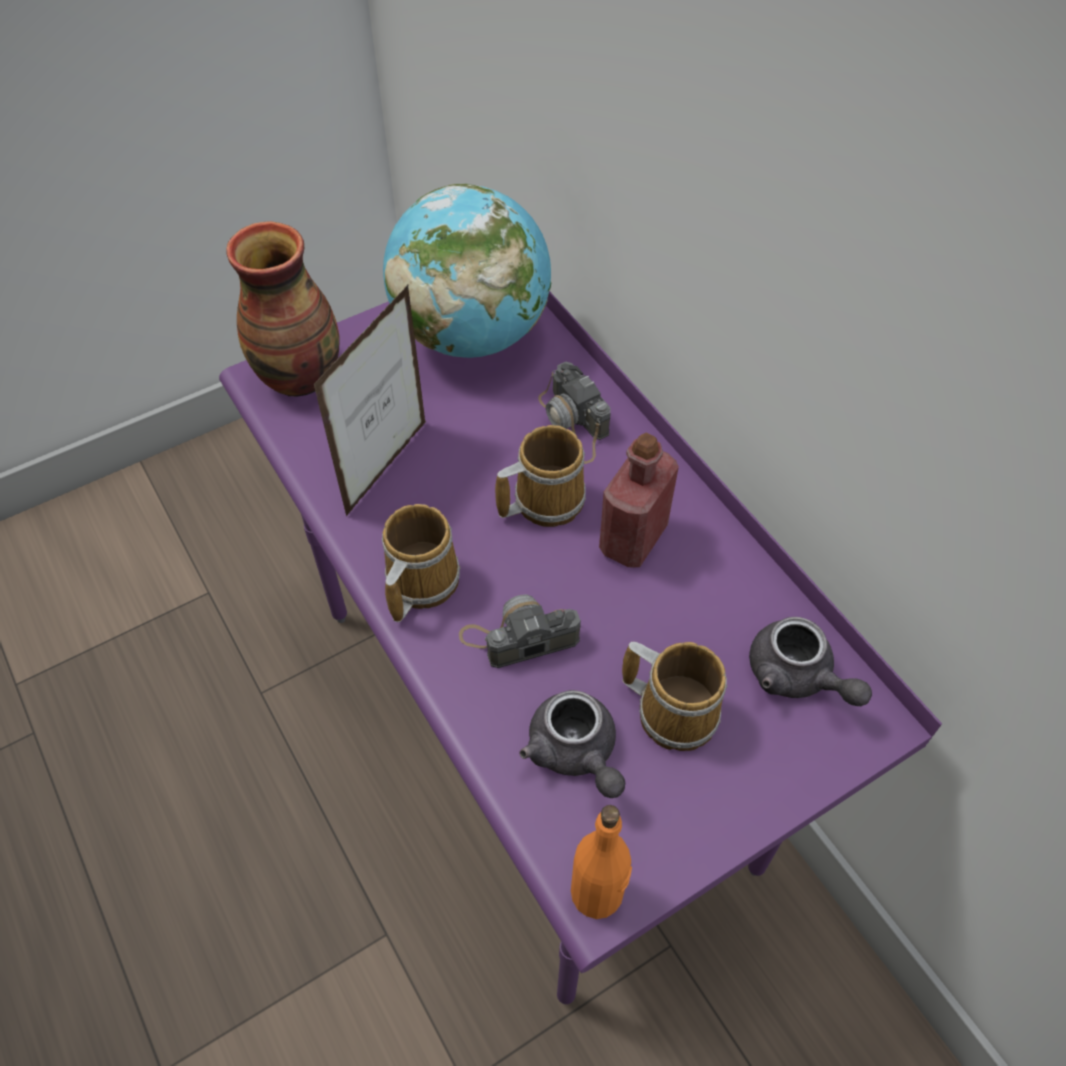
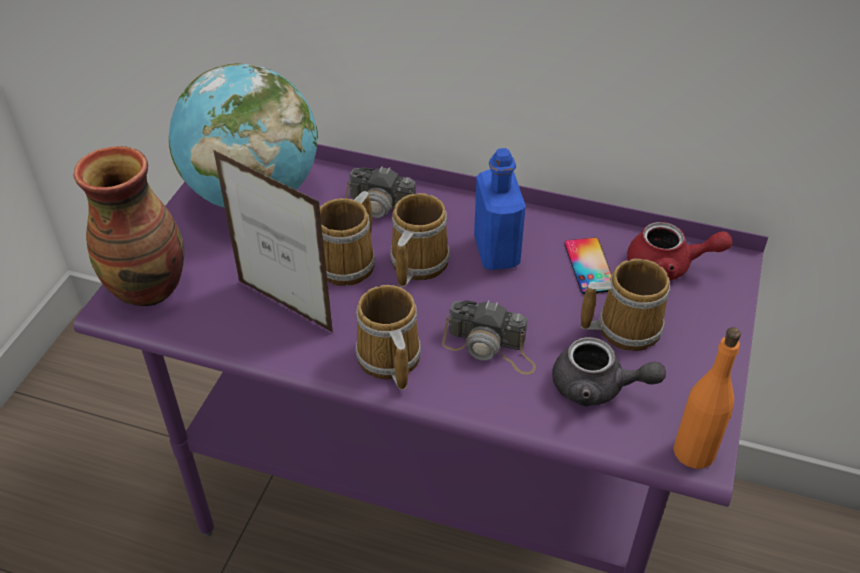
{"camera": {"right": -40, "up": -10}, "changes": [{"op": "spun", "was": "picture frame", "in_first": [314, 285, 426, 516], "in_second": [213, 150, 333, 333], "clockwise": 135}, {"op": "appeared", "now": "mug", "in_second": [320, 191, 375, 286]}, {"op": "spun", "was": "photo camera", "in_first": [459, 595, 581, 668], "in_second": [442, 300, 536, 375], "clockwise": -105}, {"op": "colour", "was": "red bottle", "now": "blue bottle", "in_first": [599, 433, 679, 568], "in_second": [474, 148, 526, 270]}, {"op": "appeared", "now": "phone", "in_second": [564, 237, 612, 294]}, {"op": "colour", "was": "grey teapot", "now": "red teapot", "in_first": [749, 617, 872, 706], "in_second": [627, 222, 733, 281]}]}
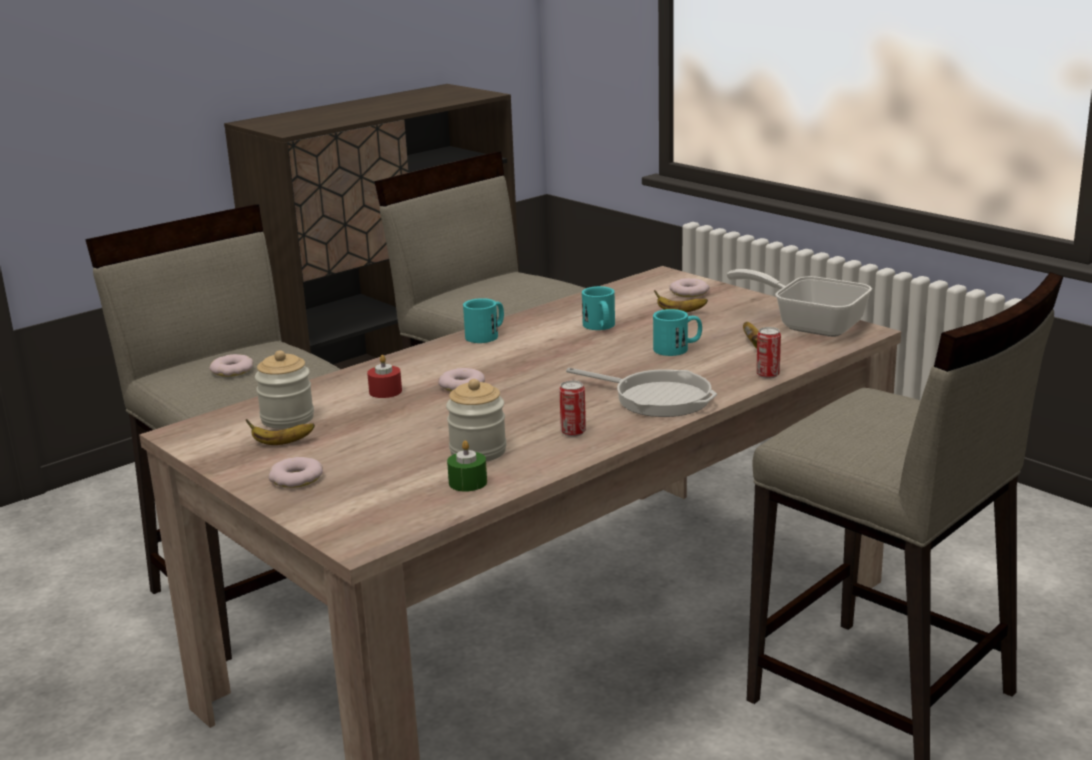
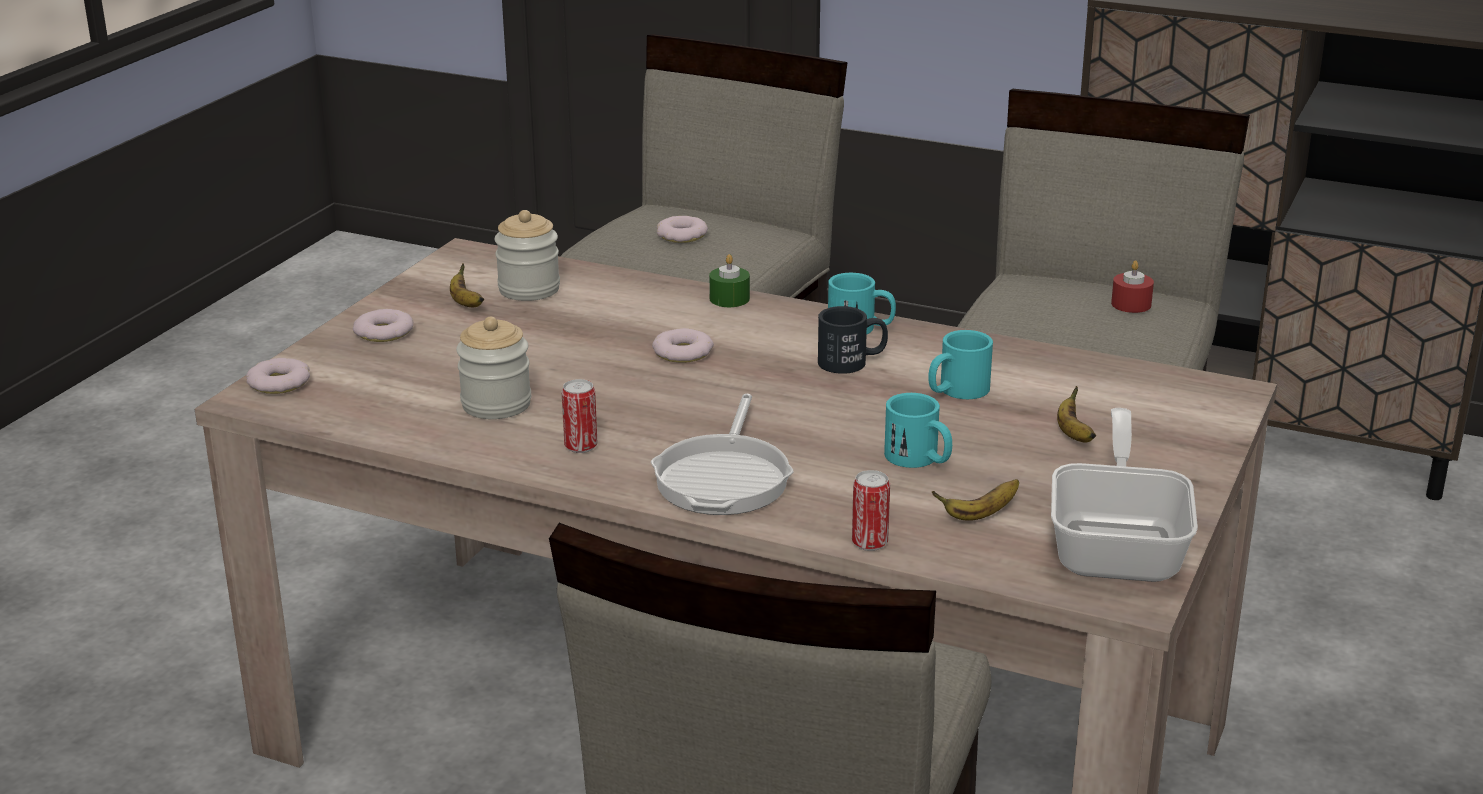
{"camera": {"right": 65, "up": 5}, "changes": [{"op": "relocated", "was": "donut", "in_first": [669, 279, 710, 297], "in_second": [246, 358, 310, 394]}, {"op": "relocated", "was": "green candle", "in_first": [447, 440, 487, 492], "in_second": [709, 254, 750, 307]}, {"op": "appeared", "now": "black mug", "in_second": [818, 306, 888, 374]}, {"op": "relocated", "was": "red candle", "in_first": [367, 355, 402, 398], "in_second": [1111, 260, 1154, 313]}]}
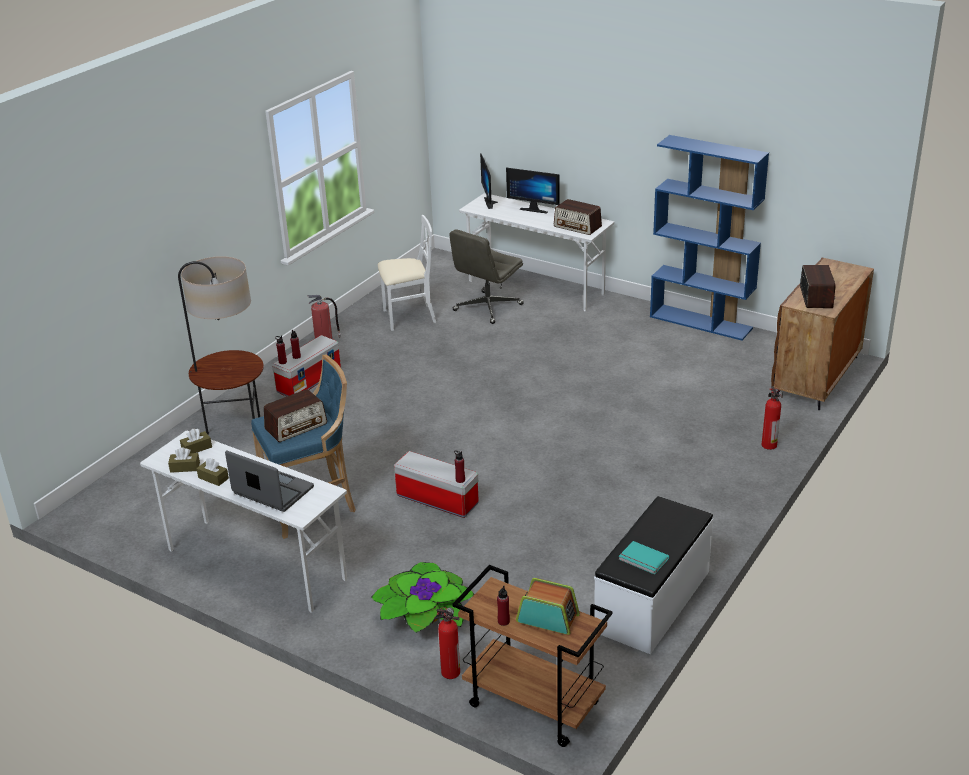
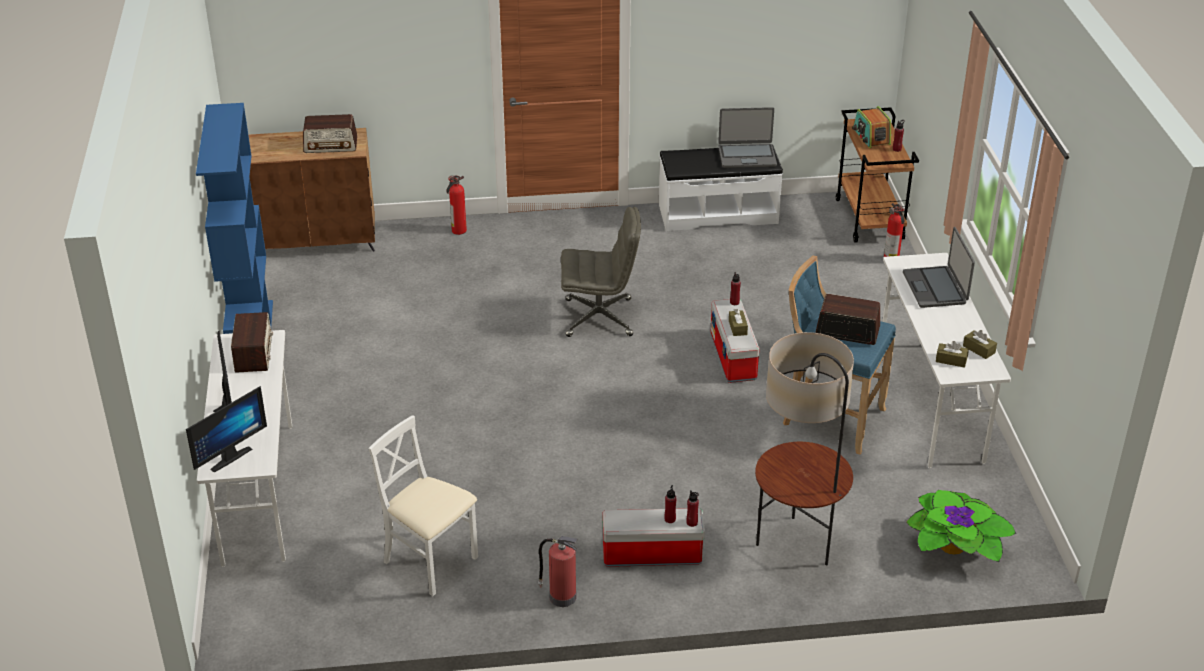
{"camera": {"right": -130, "up": 5}, "changes": [{"op": "spun", "was": "radio", "in_first": [800, 265, 836, 308], "in_second": [303, 114, 357, 153], "clockwise": -150}, {"op": "relocated", "was": "grey office chair", "in_first": [450, 229, 523, 324], "in_second": [561, 207, 641, 337]}, {"op": "exchanged", "was": "turquoise book", "now": "laptop", "in_first": [618, 541, 669, 575], "in_second": [718, 107, 777, 168]}, {"op": "relocated", "was": "brown tissue box", "in_first": [196, 458, 229, 486], "in_second": [729, 309, 748, 336]}, {"op": "relocated", "was": "potted plant", "in_first": [371, 562, 475, 633], "in_second": [906, 490, 1016, 562]}]}
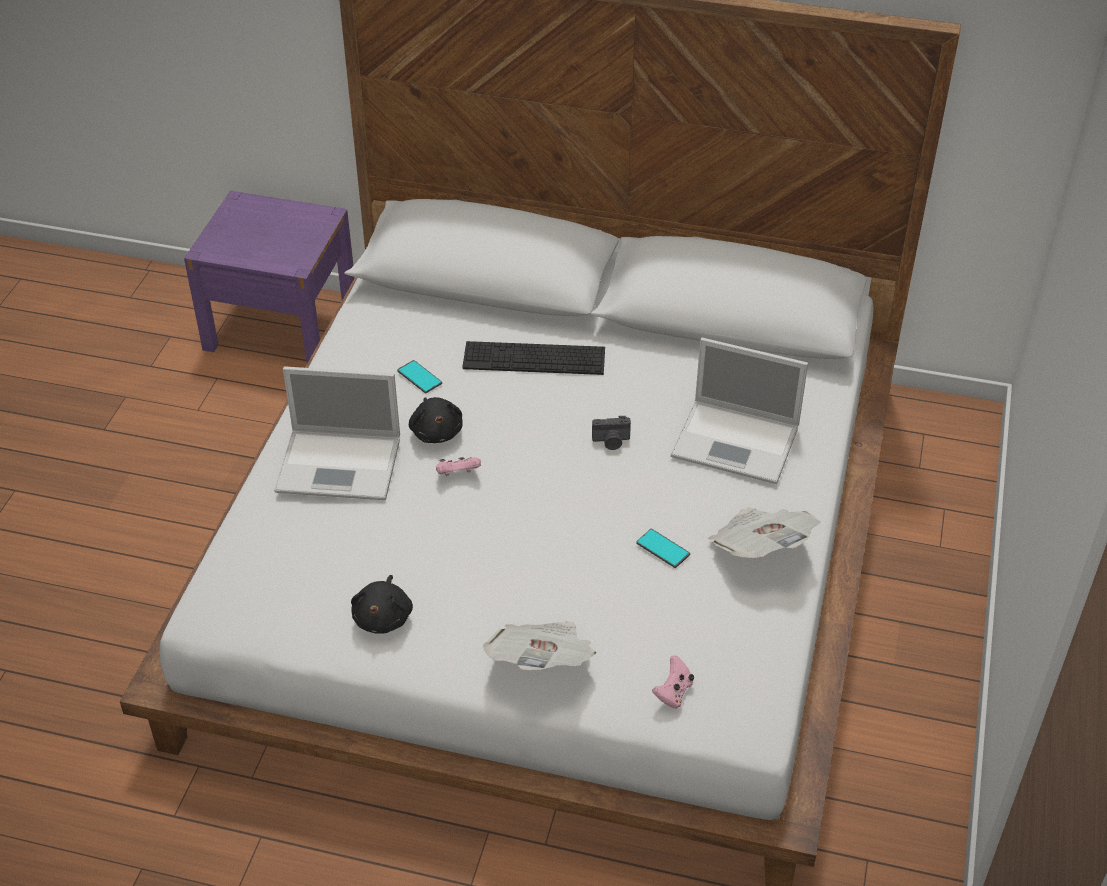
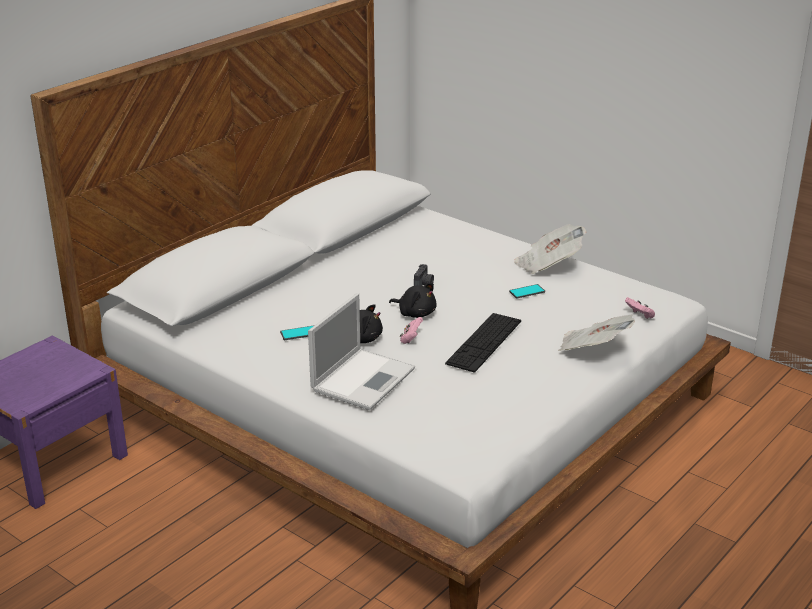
{"camera": {"right": -65, "up": -15}, "changes": [{"op": "relocated", "was": "black plush toy", "in_first": [351, 575, 413, 634], "in_second": [389, 283, 437, 318]}, {"op": "relocated", "was": "keyboard", "in_first": [462, 341, 605, 375], "in_second": [445, 313, 521, 373]}, {"op": "missing", "was": "laptop", "in_first": [671, 338, 808, 484]}]}
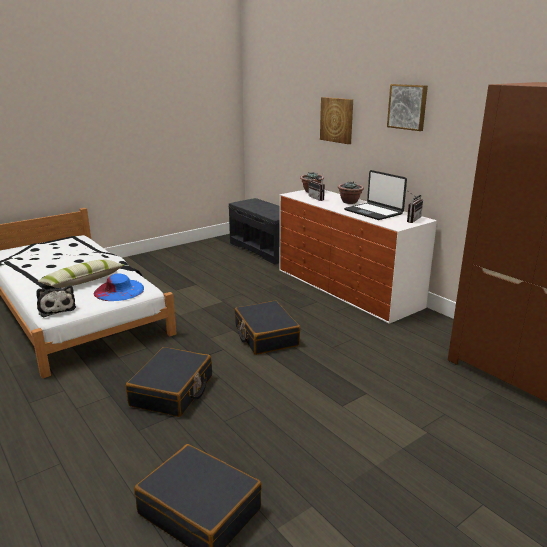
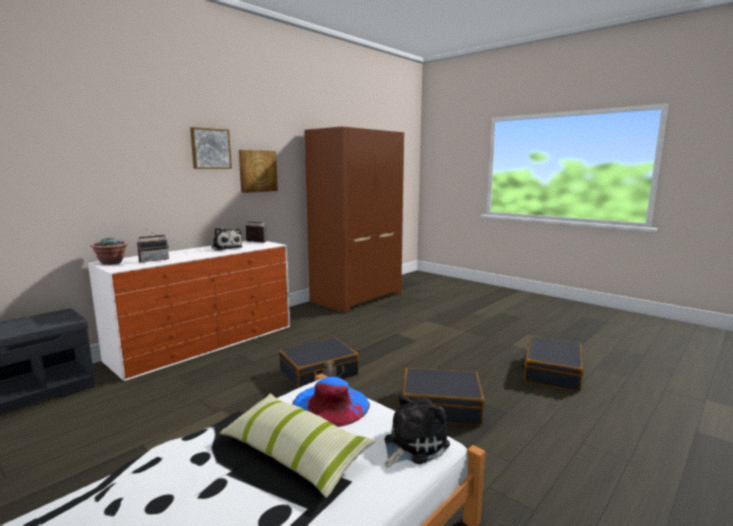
{"camera": {"right": -100, "up": -10}, "changes": [{"op": "exchanged", "was": "laptop", "now": "plush toy", "in_first": [344, 170, 407, 220], "in_second": [211, 228, 243, 251]}, {"op": "relocated", "was": "picture", "in_first": [320, 97, 353, 144], "in_second": [239, 150, 278, 193]}, {"op": "missing", "was": "potted plant", "in_first": [338, 181, 364, 204]}]}
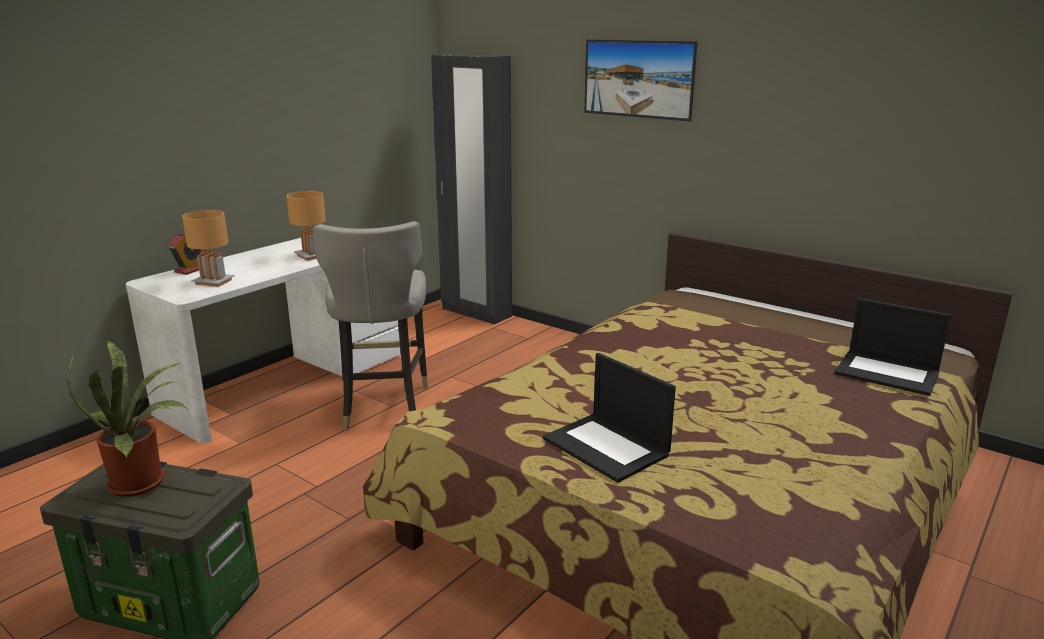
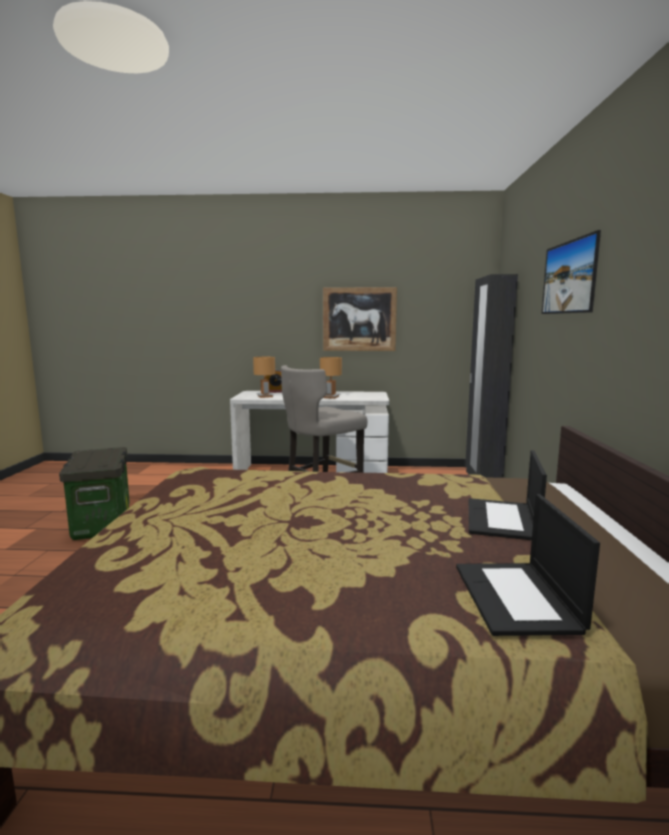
{"camera": {"right": 55, "up": -10}, "changes": [{"op": "appeared", "now": "picture", "in_second": [323, 287, 397, 351]}, {"op": "relocated", "was": "laptop", "in_first": [543, 353, 676, 483], "in_second": [469, 450, 547, 540]}, {"op": "missing", "was": "potted plant", "in_first": [67, 340, 188, 497]}]}
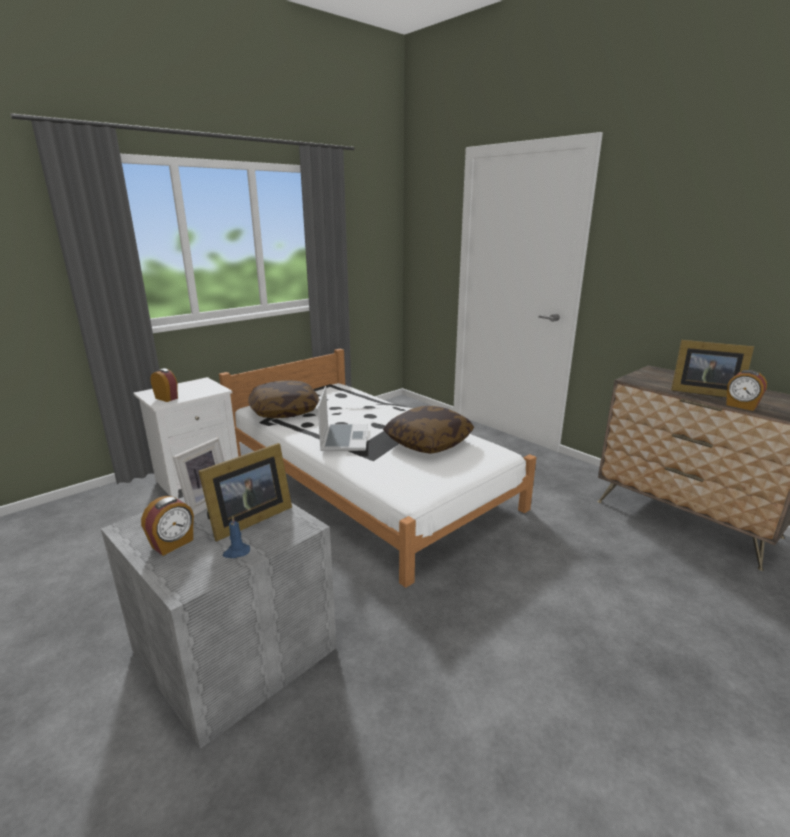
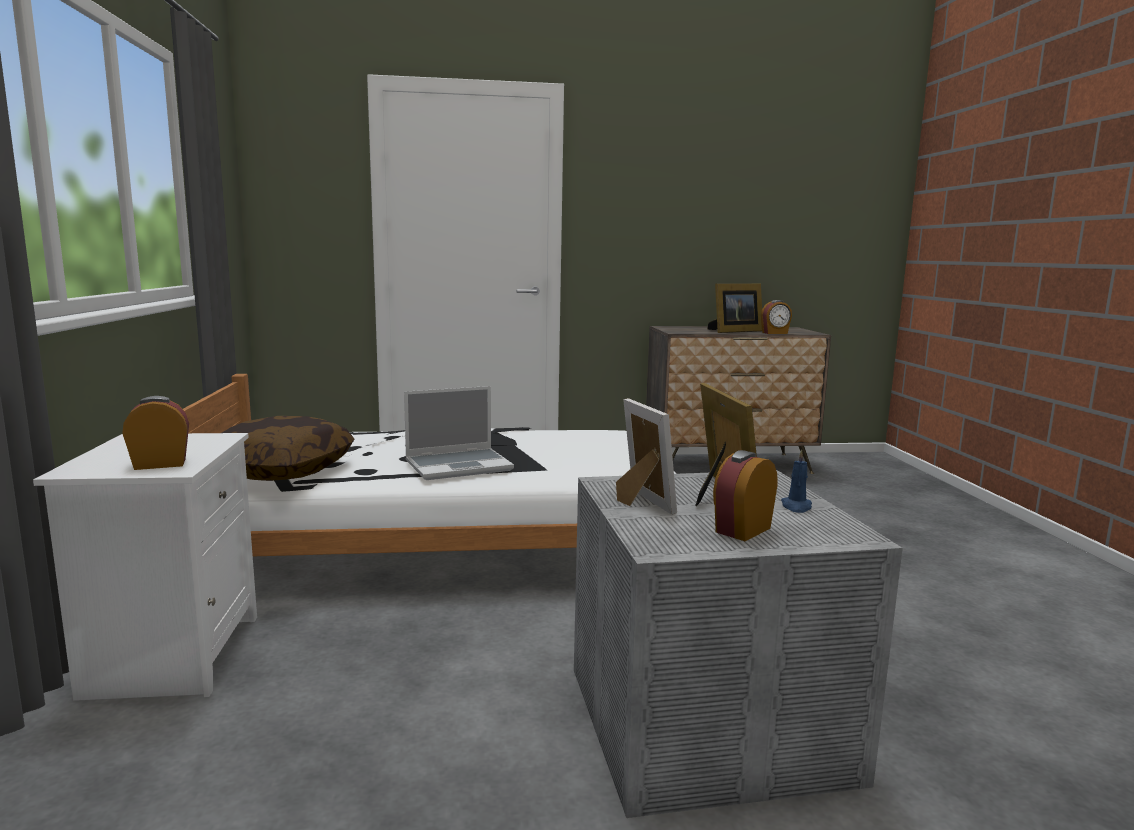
{"camera": {"right": -55, "up": -10}, "changes": [{"op": "spun", "was": "laptop", "in_first": [318, 386, 368, 451], "in_second": [404, 386, 514, 480], "clockwise": 120}, {"op": "spun", "was": "alarm clock", "in_first": [141, 496, 194, 556], "in_second": [713, 450, 778, 541], "clockwise": -120}, {"op": "missing", "was": "pillow", "in_first": [383, 406, 474, 454]}]}
